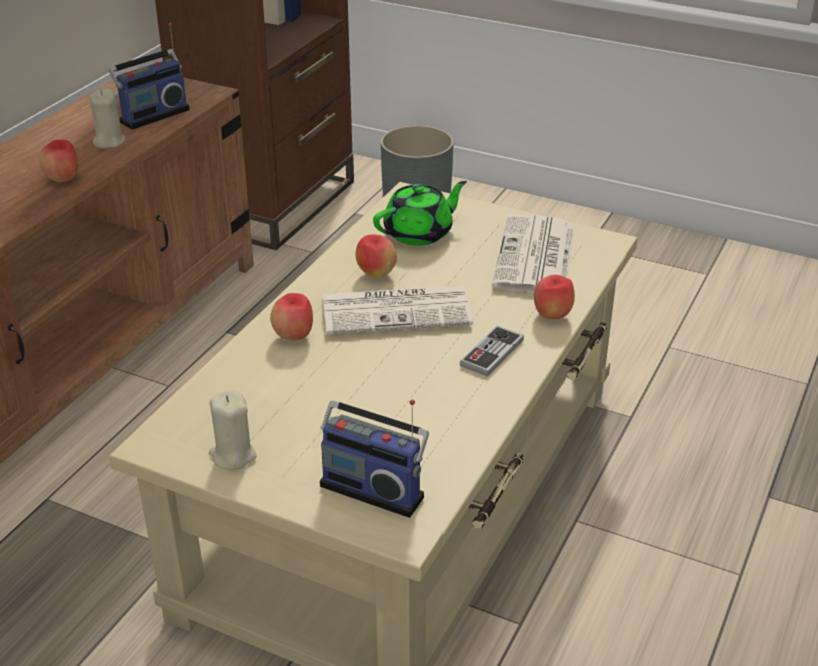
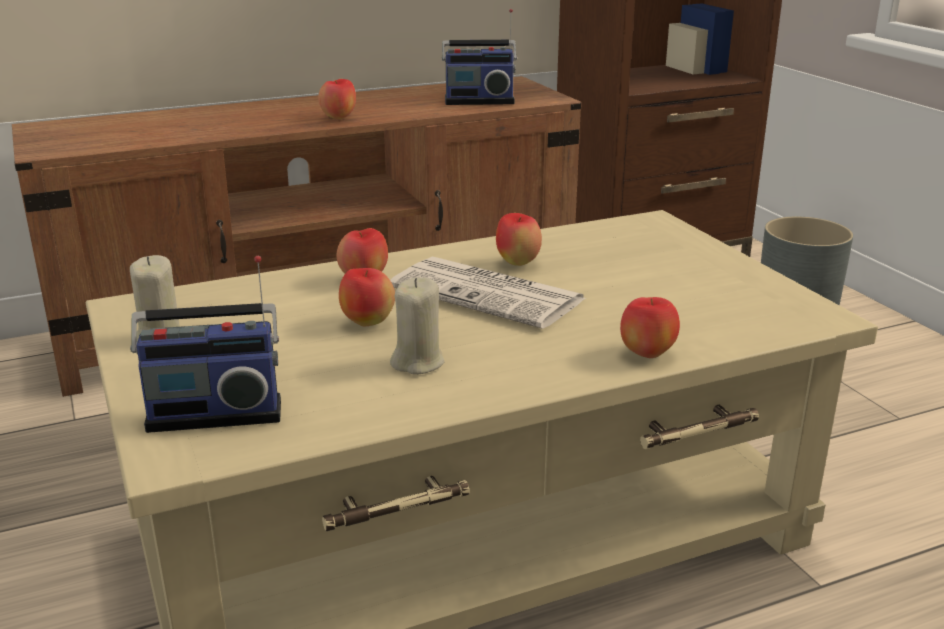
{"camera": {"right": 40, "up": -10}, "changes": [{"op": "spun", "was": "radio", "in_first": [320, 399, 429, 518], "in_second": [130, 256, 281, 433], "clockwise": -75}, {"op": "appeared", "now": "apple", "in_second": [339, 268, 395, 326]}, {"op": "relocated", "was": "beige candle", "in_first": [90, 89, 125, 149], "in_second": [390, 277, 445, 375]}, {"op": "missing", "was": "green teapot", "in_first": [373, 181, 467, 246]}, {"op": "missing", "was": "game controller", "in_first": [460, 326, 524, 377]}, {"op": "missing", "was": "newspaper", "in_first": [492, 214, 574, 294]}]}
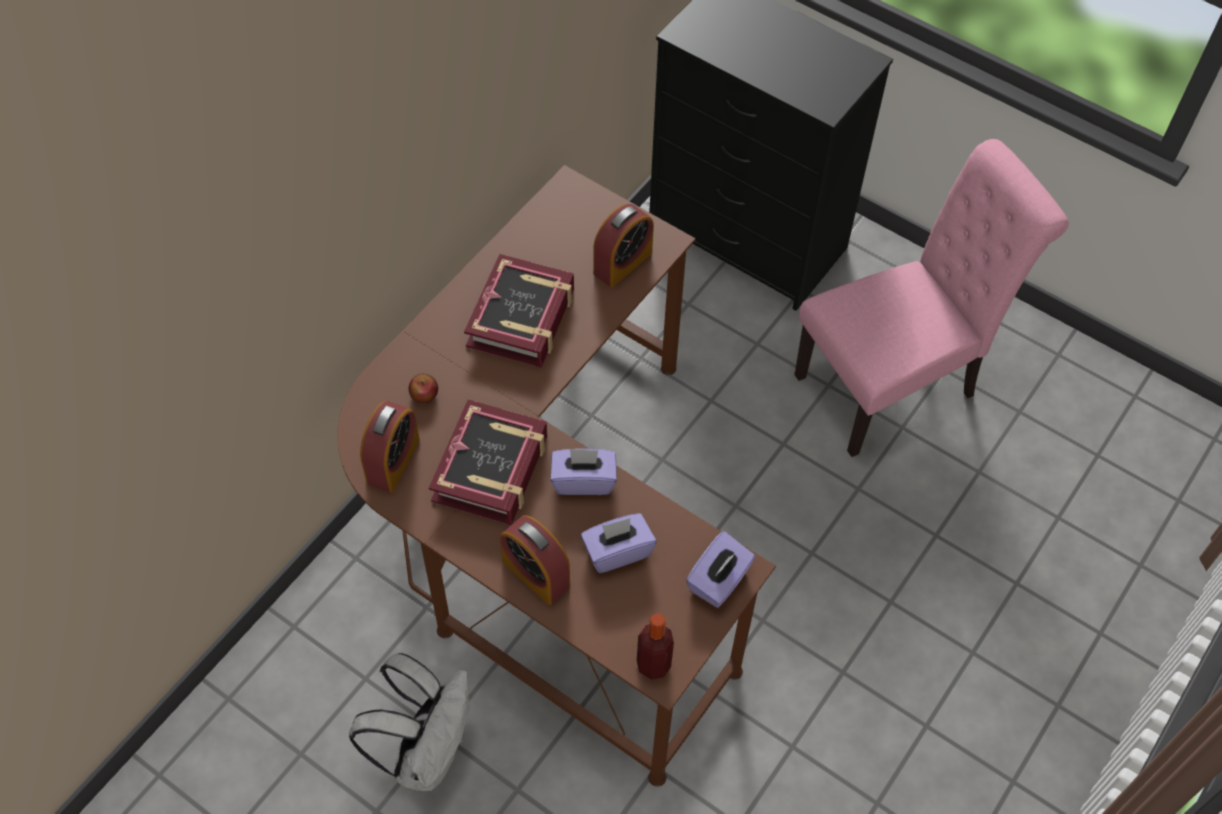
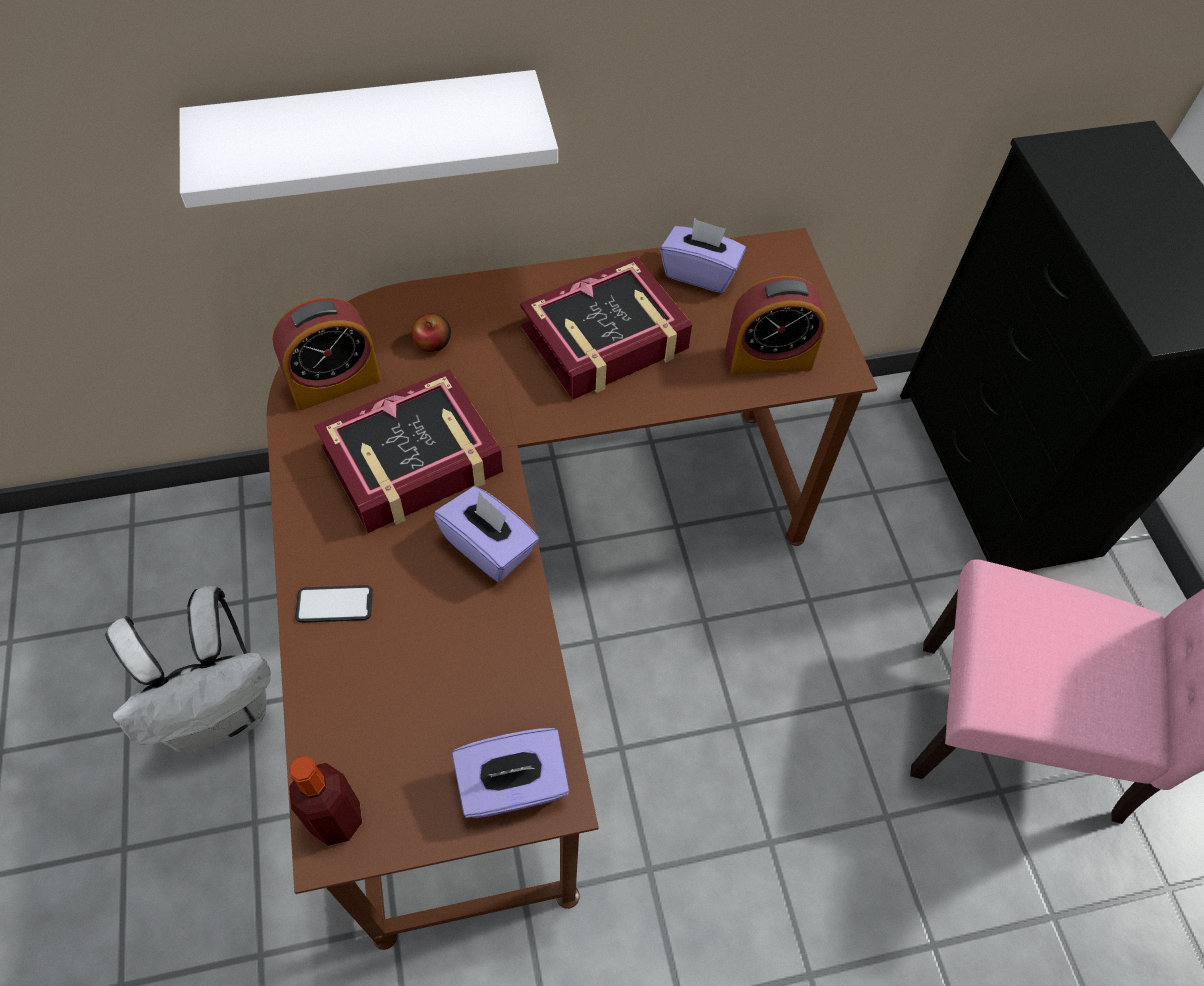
{"camera": {"right": 40, "up": 0}, "changes": [{"op": "appeared", "now": "white shelf", "in_second": [179, 70, 558, 208]}, {"op": "exchanged", "was": "alarm clock", "now": "phone", "in_first": [500, 516, 570, 605], "in_second": [295, 585, 373, 623]}, {"op": "relocated", "was": "purple tissue box", "in_first": [581, 513, 656, 573], "in_second": [660, 218, 746, 293]}]}
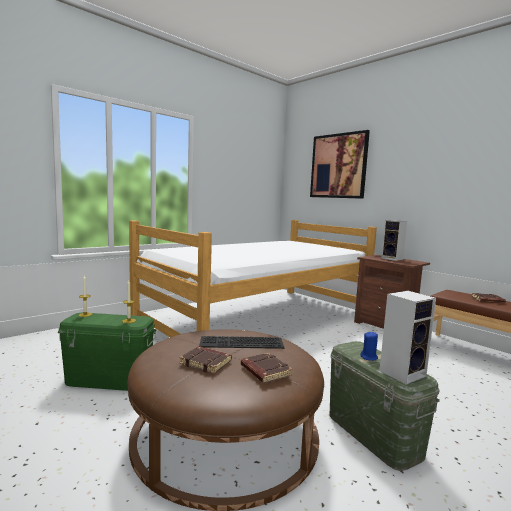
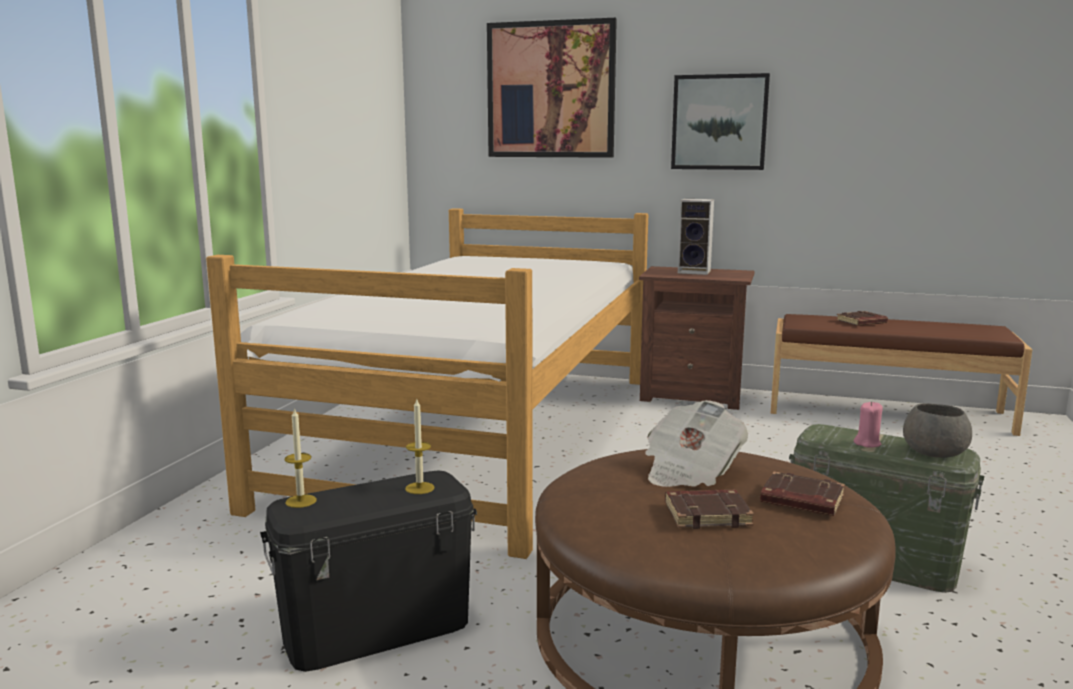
{"camera": {"right": -30, "up": 5}, "changes": [{"op": "colour", "was": "green storage box", "now": "black storage box", "in_first": [58, 313, 156, 391], "in_second": [260, 470, 477, 672]}, {"op": "exchanged", "was": "keyboard", "now": "newspaper", "in_first": [199, 336, 284, 349], "in_second": [645, 400, 748, 487]}, {"op": "appeared", "now": "picture", "in_second": [671, 73, 770, 170]}, {"op": "colour", "was": "blue candle", "now": "pink candle", "in_first": [360, 331, 378, 361], "in_second": [854, 401, 883, 448]}, {"op": "exchanged", "was": "speaker", "now": "grey bowl", "in_first": [380, 291, 436, 384], "in_second": [903, 403, 972, 458]}]}
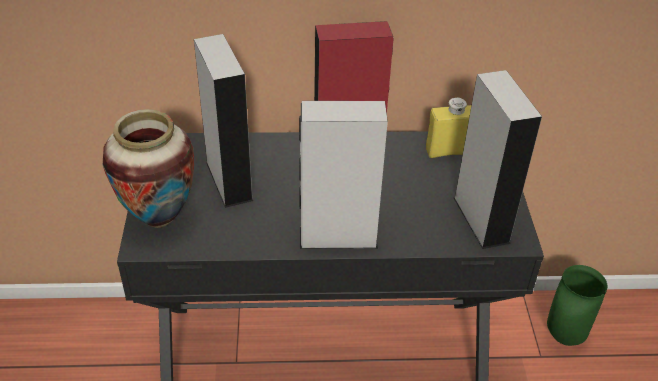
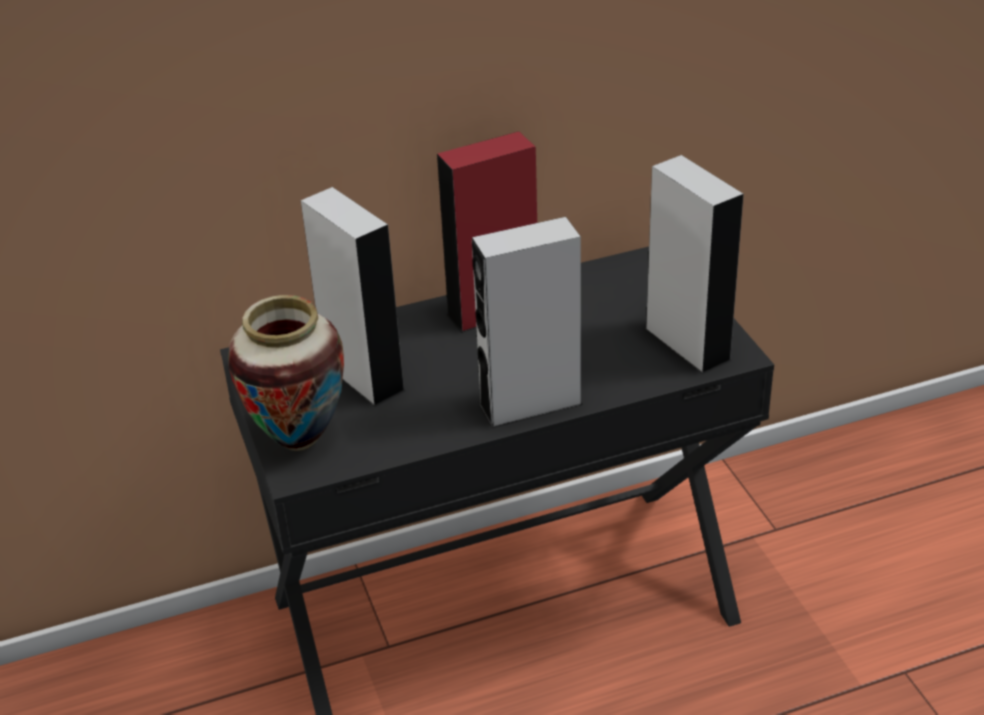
{"camera": {"right": -15, "up": -5}, "changes": [{"op": "missing", "was": "yellow bottle", "in_first": [426, 98, 471, 158]}, {"op": "missing", "was": "green vase", "in_first": [547, 265, 607, 346]}]}
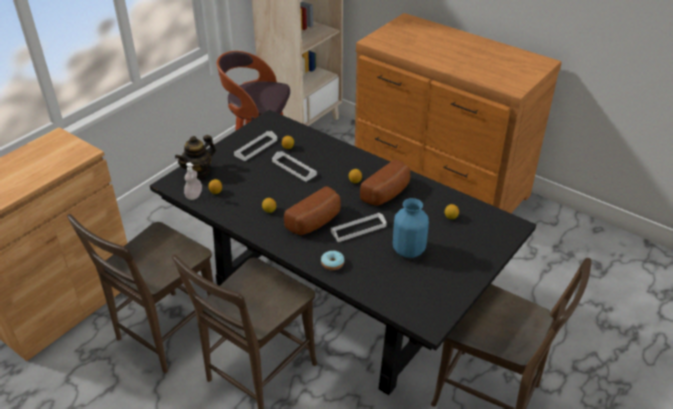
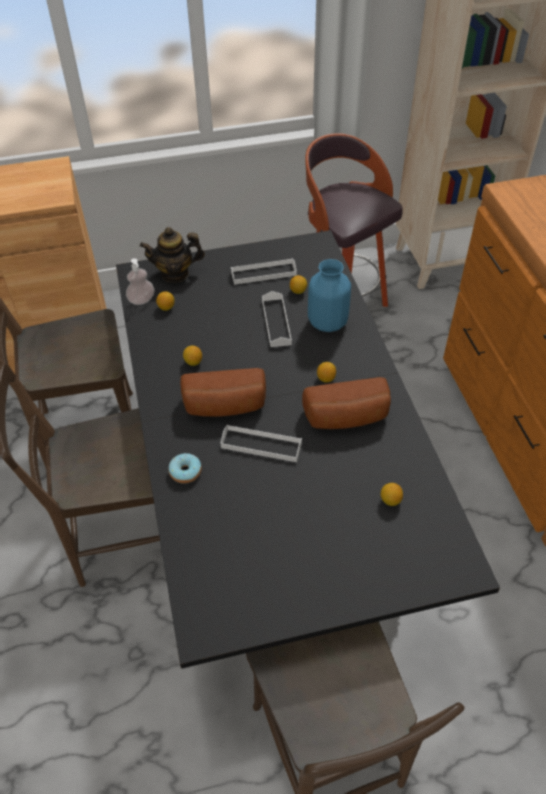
{"camera": {"right": 40, "up": 10}, "changes": [{"op": "relocated", "was": "blue vase", "in_first": [393, 198, 429, 258], "in_second": [308, 259, 351, 332]}]}
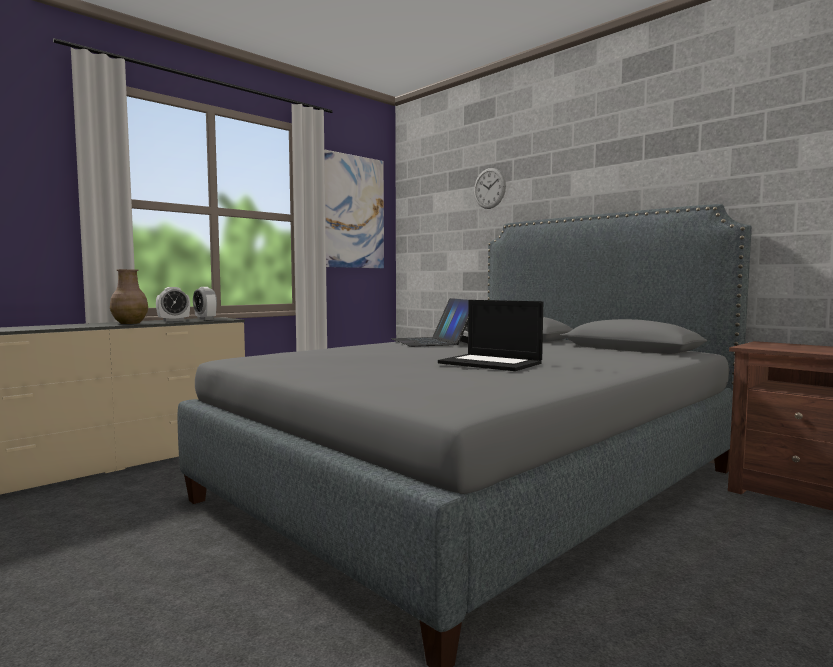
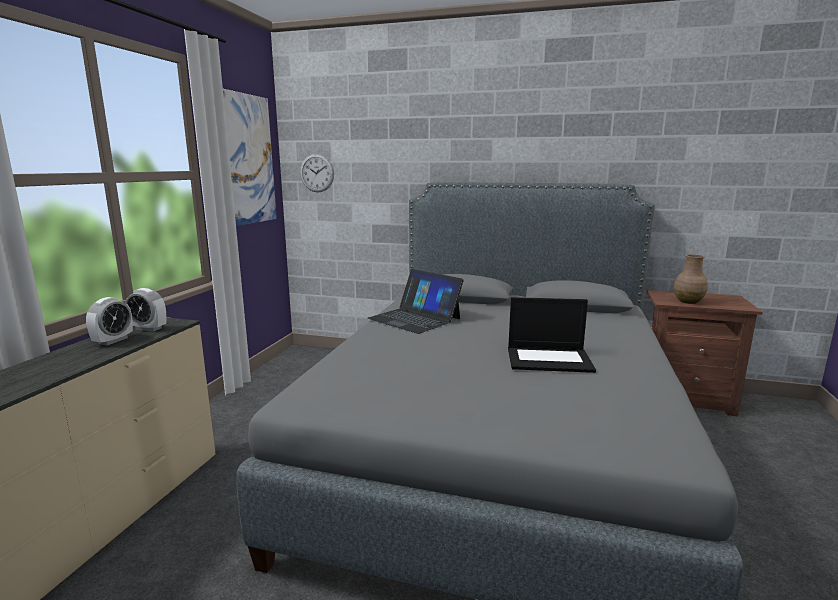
{"camera": {"right": -30, "up": 10}, "changes": [{"op": "relocated", "was": "wall clock", "in_first": [474, 168, 506, 209], "in_second": [300, 154, 334, 192]}, {"op": "relocated", "was": "brown vase", "in_first": [110, 269, 148, 324], "in_second": [673, 254, 708, 304]}]}
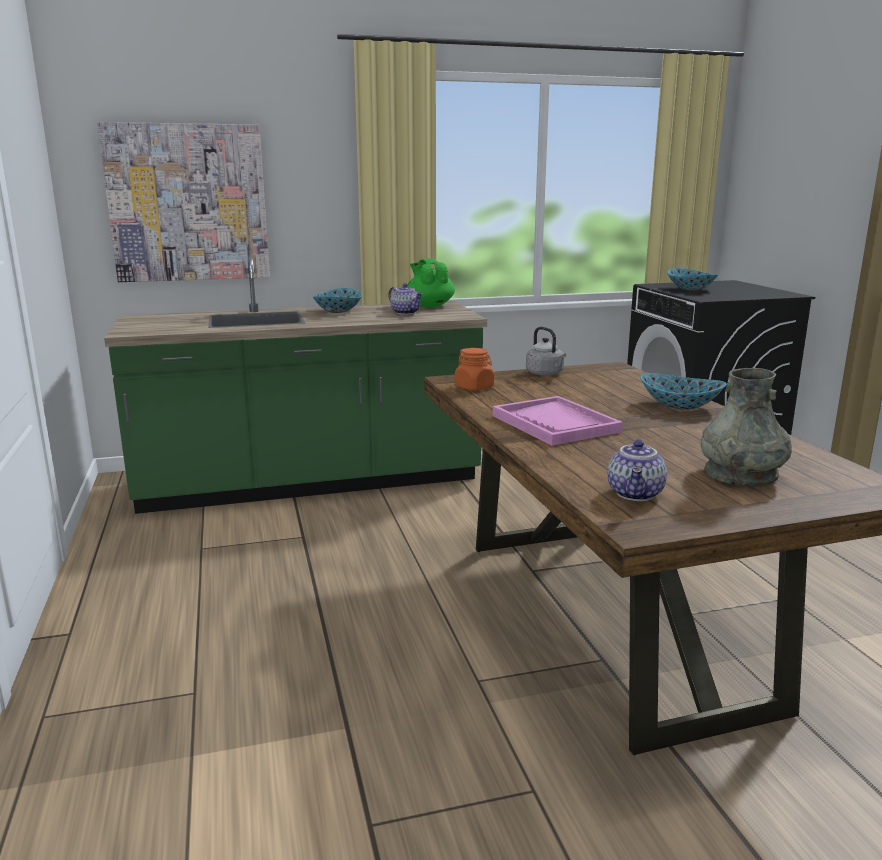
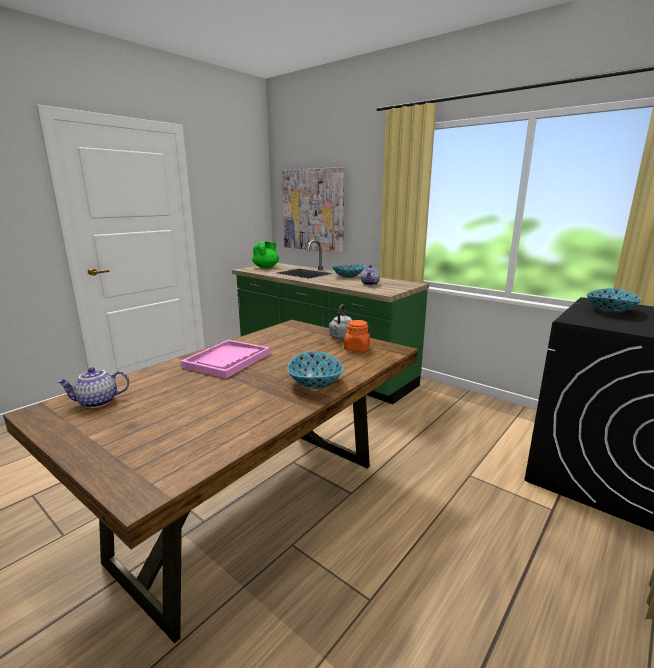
{"camera": {"right": 55, "up": 0}, "changes": [{"op": "relocated", "was": "green teapot", "in_first": [407, 258, 455, 307], "in_second": [252, 241, 279, 268]}, {"op": "relocated", "was": "orange jar", "in_first": [455, 348, 494, 390], "in_second": [344, 320, 370, 352]}, {"op": "missing", "was": "grey vase", "in_first": [701, 368, 792, 487]}]}
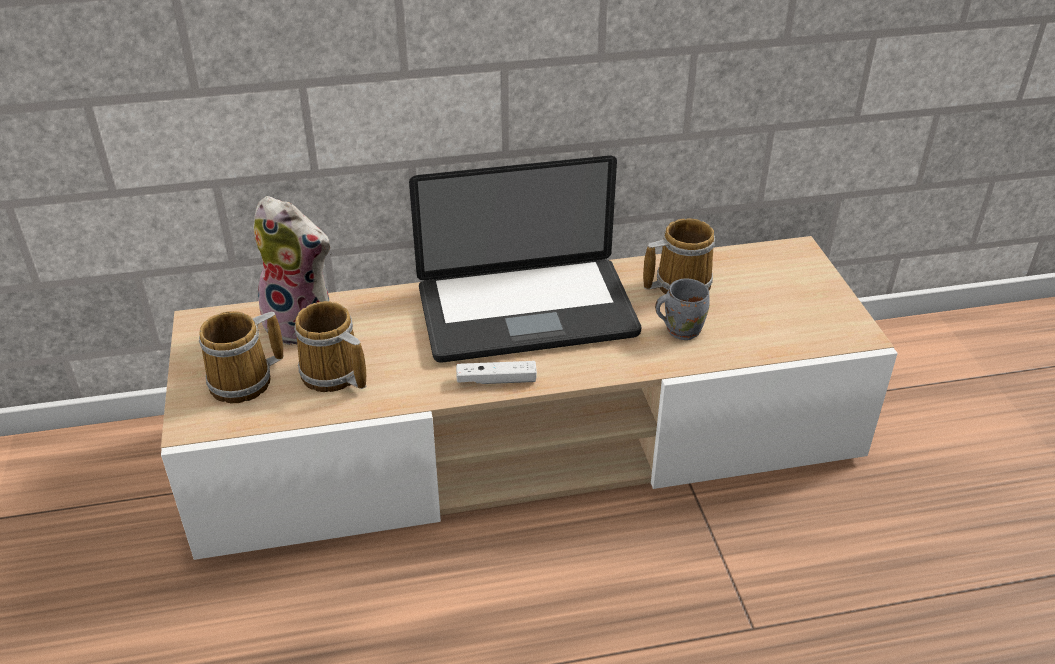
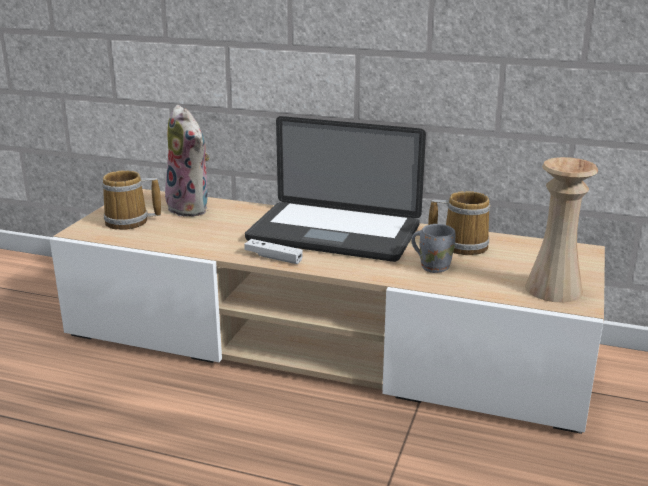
{"camera": {"right": 30, "up": -15}, "changes": [{"op": "appeared", "now": "beige vase", "in_second": [525, 157, 598, 303]}, {"op": "missing", "was": "mug", "in_first": [294, 301, 367, 392]}]}
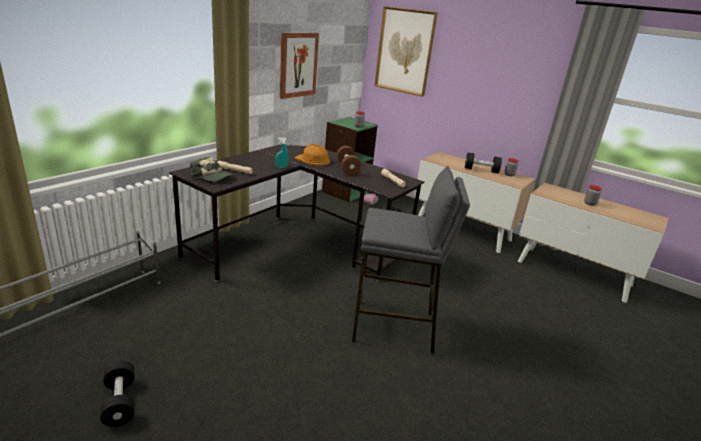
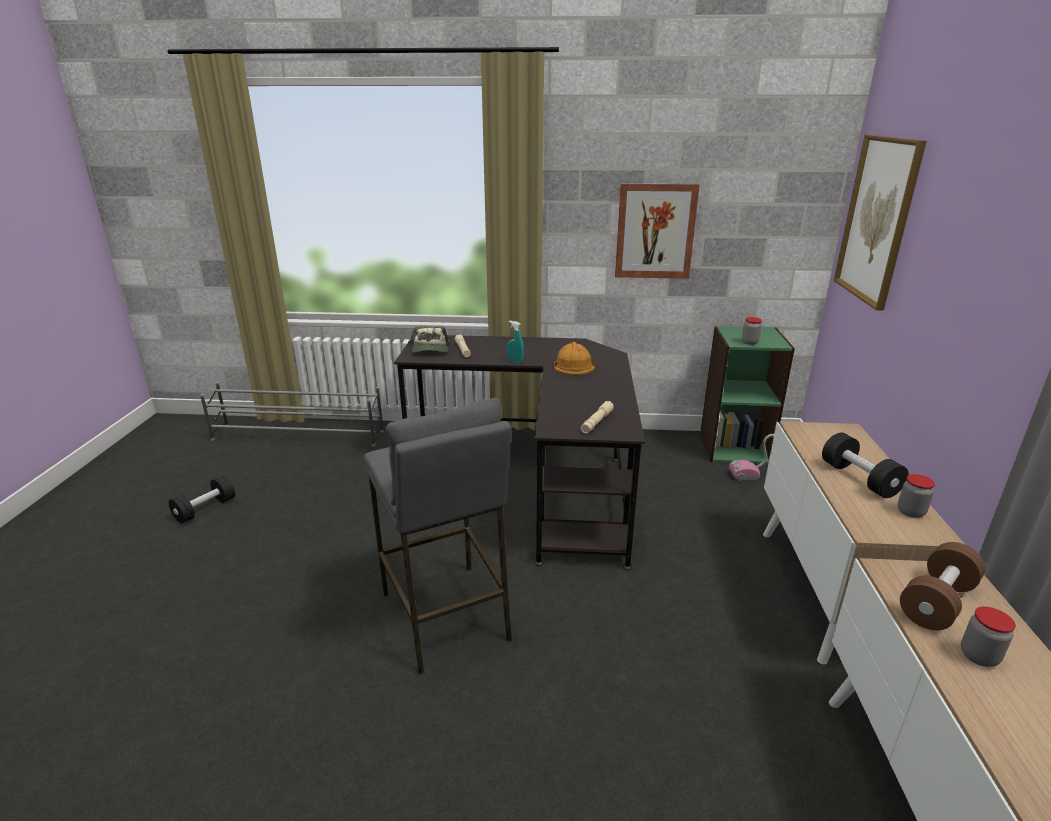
{"camera": {"right": 60, "up": 0}, "changes": [{"op": "relocated", "was": "brown dumbbell", "in_first": [337, 146, 361, 175], "in_second": [900, 542, 986, 630]}]}
